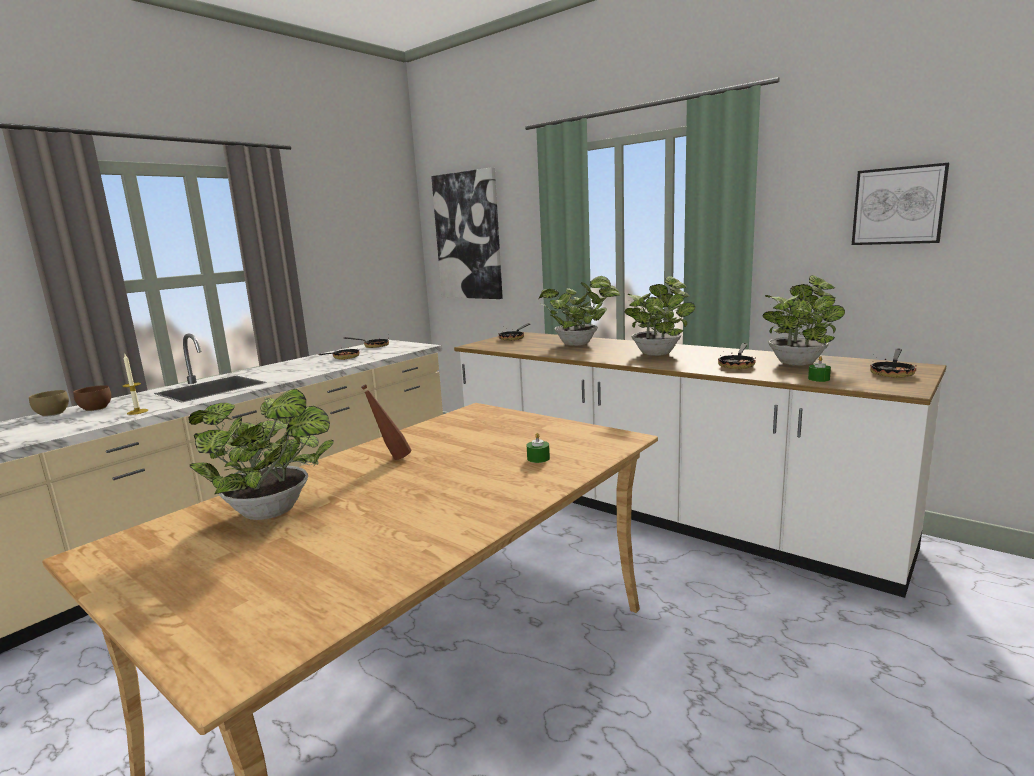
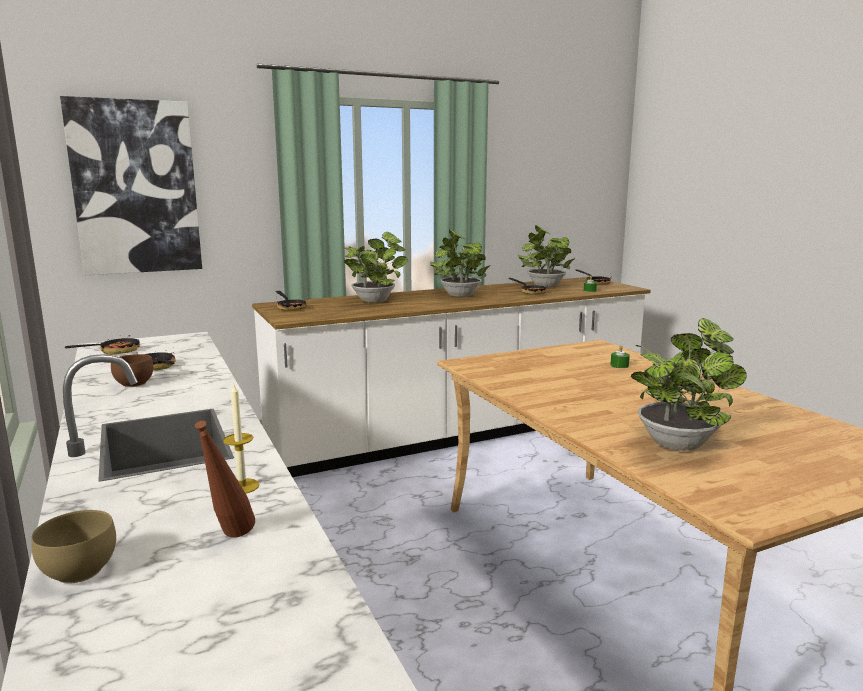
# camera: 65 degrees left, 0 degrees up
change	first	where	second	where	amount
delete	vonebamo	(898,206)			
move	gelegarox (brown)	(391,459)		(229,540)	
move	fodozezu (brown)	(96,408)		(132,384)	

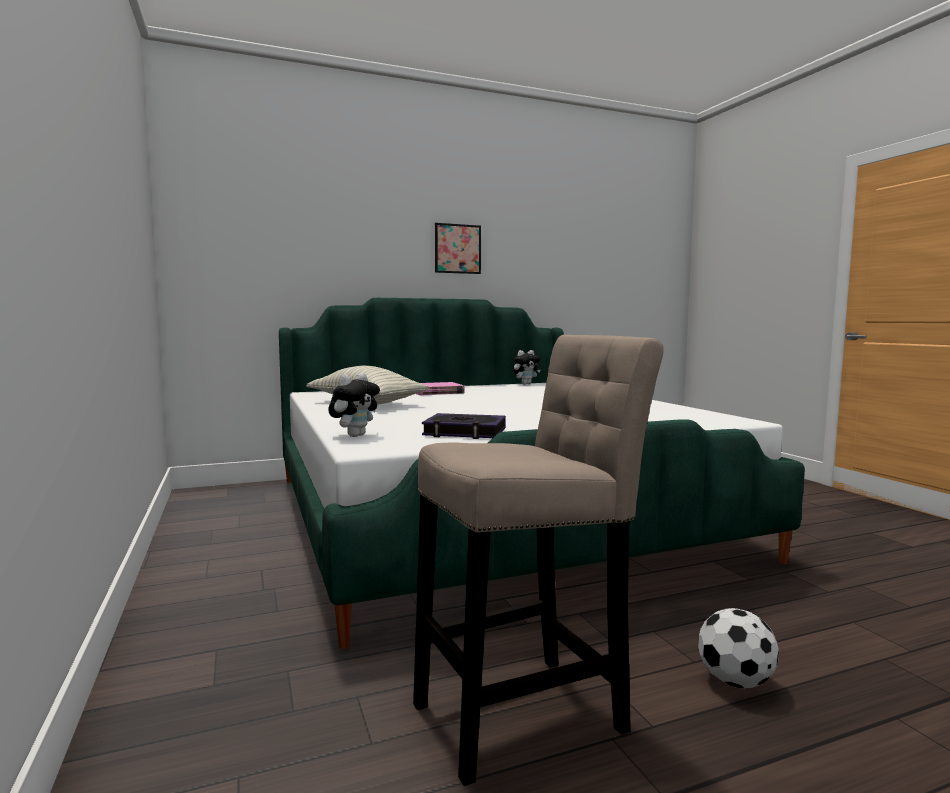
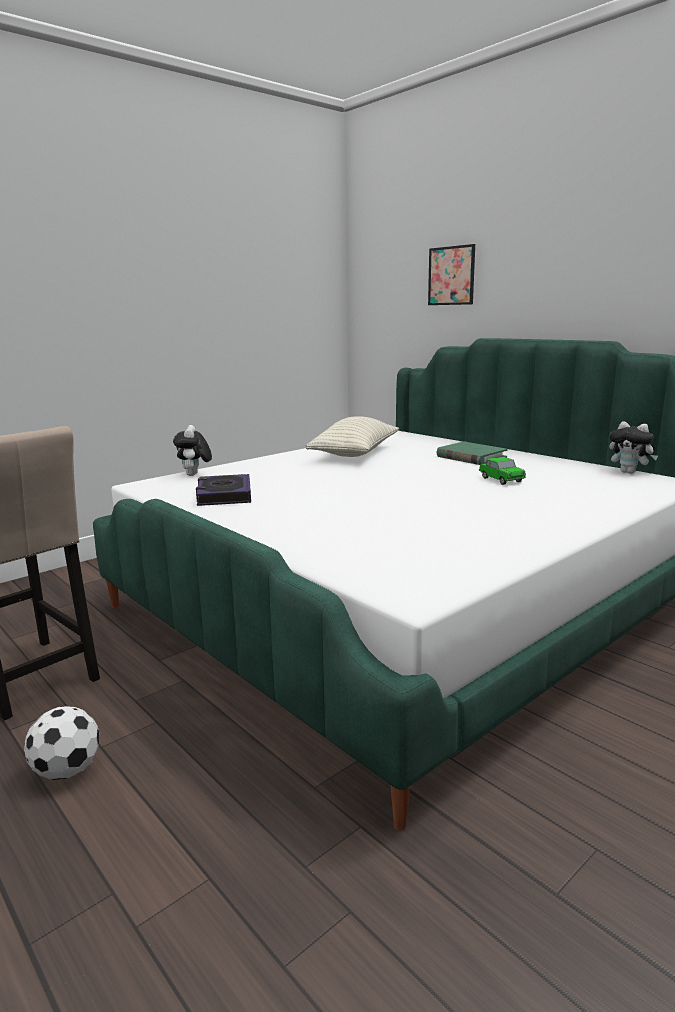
# camera: 70 degrees right, 10 degrees up
change	first	where	second	where	amount
move	vonebamo	(457,249)		(451,276)	
rotate	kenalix	(355,435)		(194,475)	75 degrees clockwise
recolor	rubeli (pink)	(436,392)	rubeli (green)	(470,457)	
insert			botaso	(501,480)	

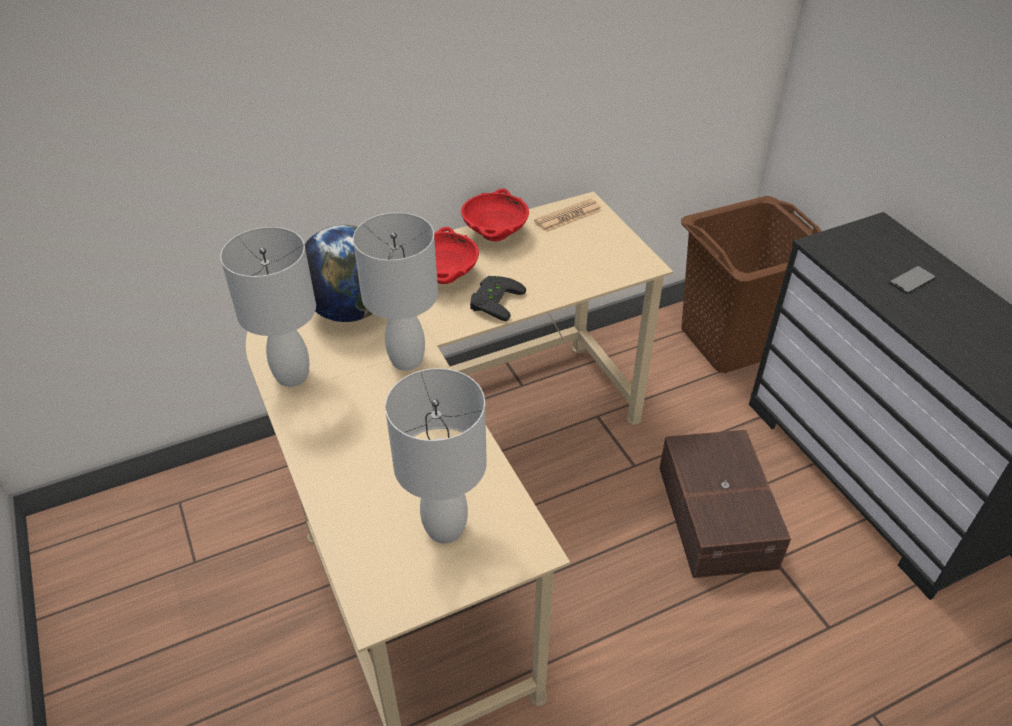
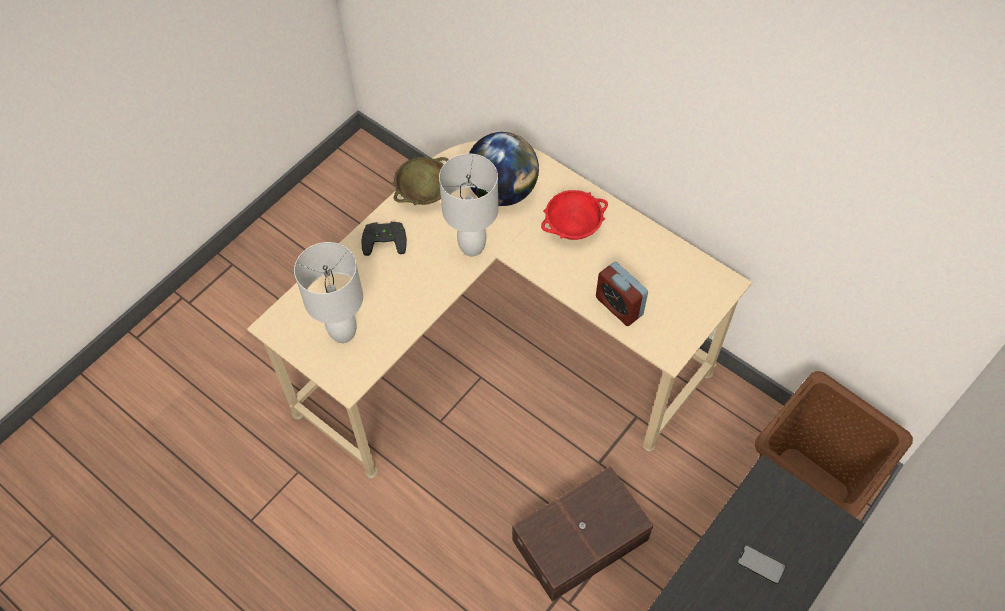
# camera: 65 degrees right, 15 degrees up
change	first	where	second	where	amount
delete	fodozezu (red)	(495,233)			
delete	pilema	(568,216)			
replace	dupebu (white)	(293,376)	fodozezu (beige)	(424,194)	
move	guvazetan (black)	(493,300)		(385,238)	
insert			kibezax	(619,306)	

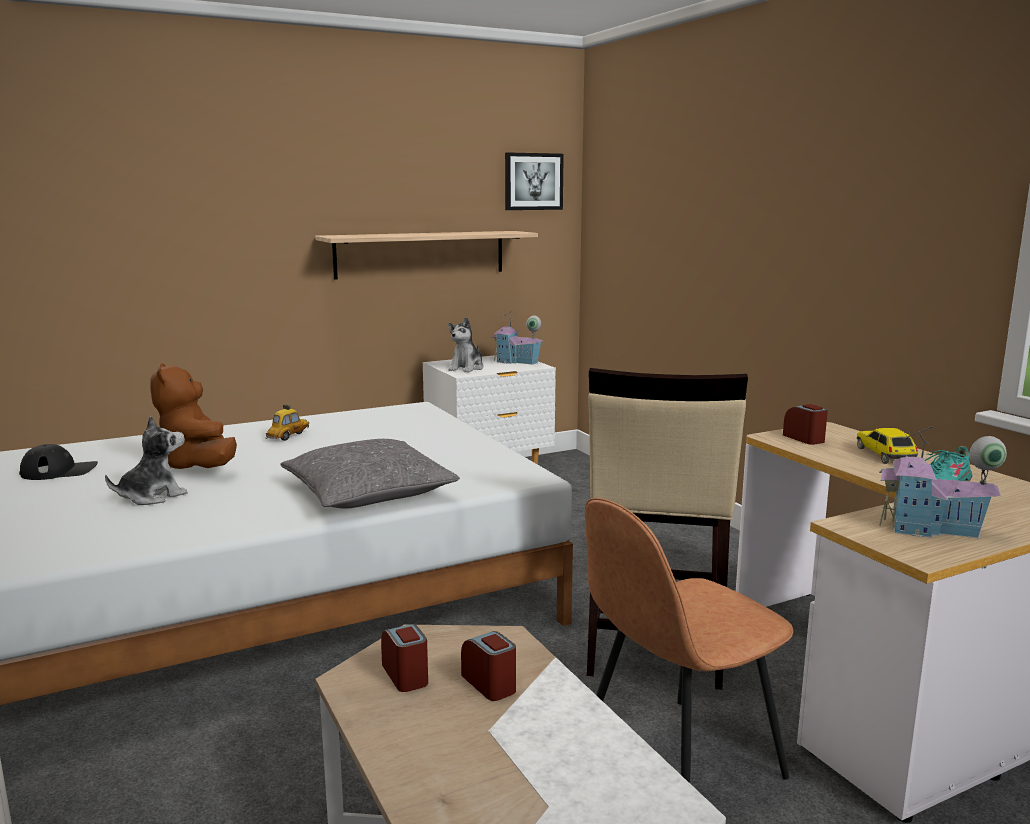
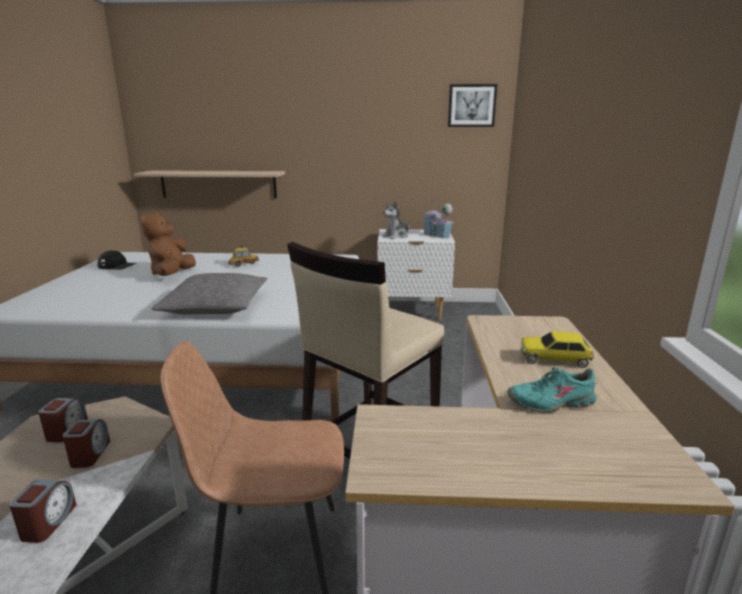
# camera: 30 degrees right, 5 degrees up
change	first	where	second	where	amount
move	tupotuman	(420,254)		(218,184)	
move	kibezax	(804,438)		(48,522)	
delete	kenalix	(152,496)			
delete	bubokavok	(933,529)			
rotate	botaso	(885,455)		(554,359)	105 degrees counterclockwise

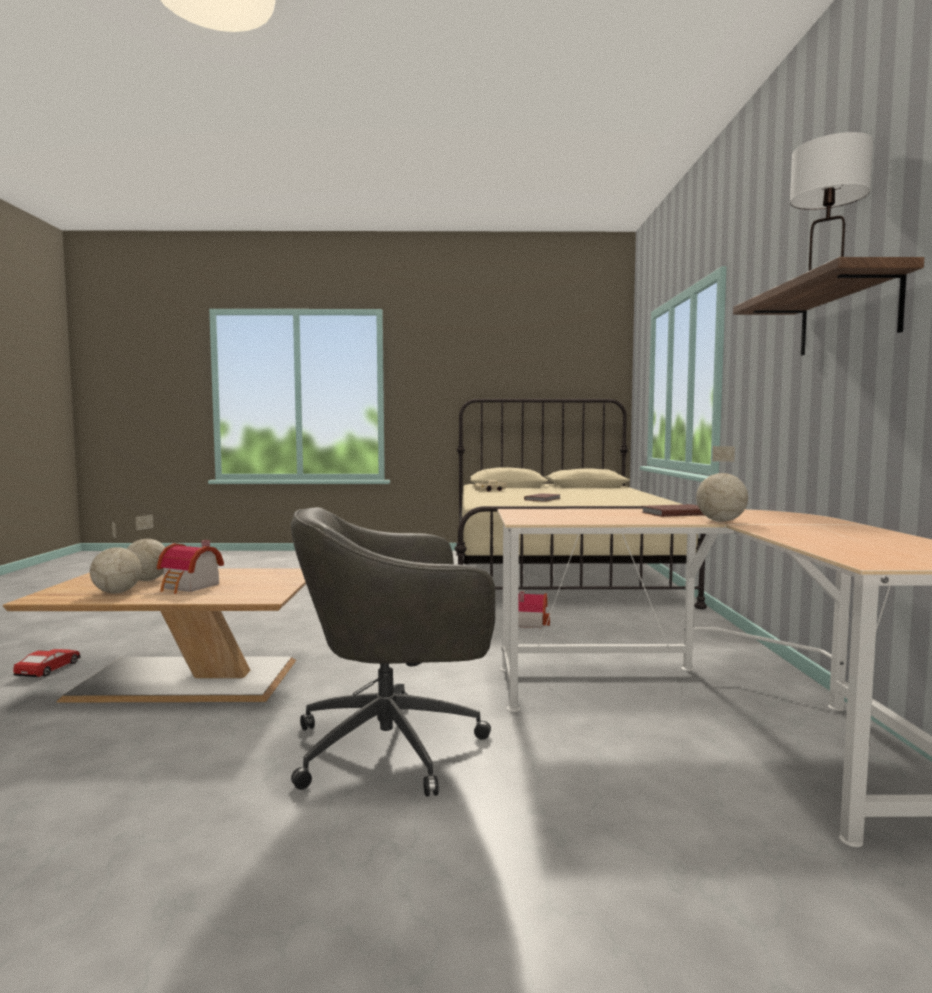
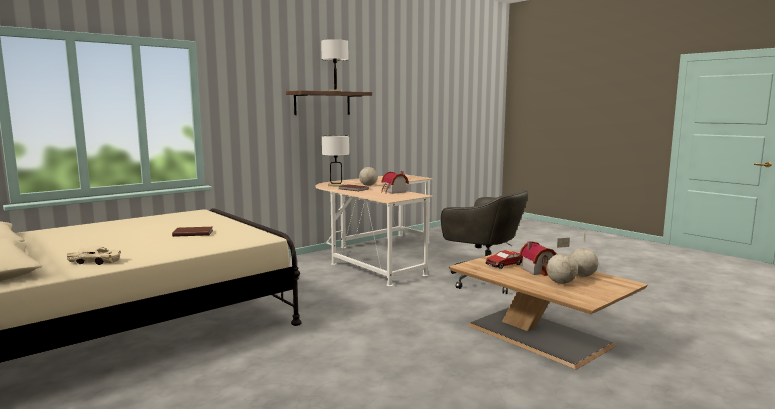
# camera: 130 degrees left, 5 degrees up
change	first	where	second	where	amount
move	bubokavok	(528,622)		(394,192)	
move	botaso	(49,669)		(504,264)	
insert			dupebu (white)	(336,185)	

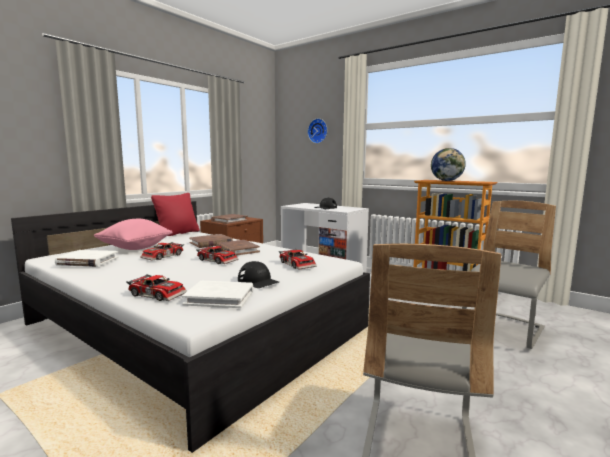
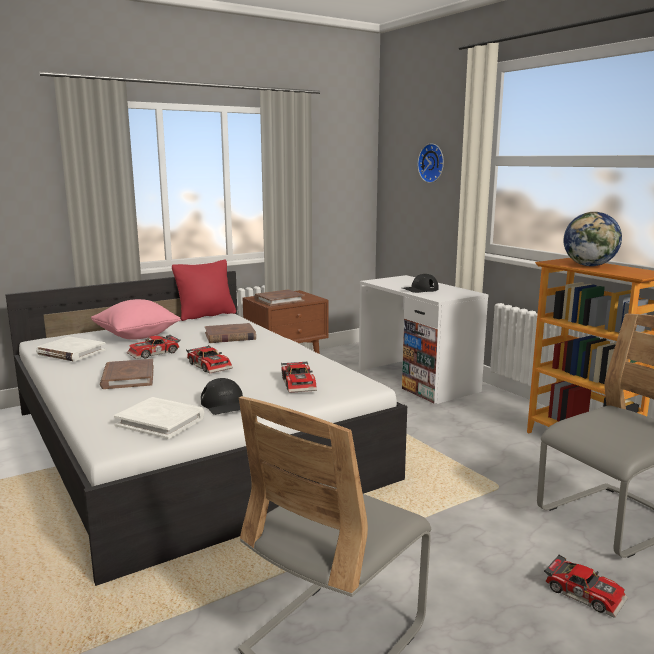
# camera: 20 degrees right, 5 degrees up
change	first	where	second	where	amount
move	rubeli (brown)	(237,250)		(128,377)	
move	botaso	(158,294)		(585,592)	

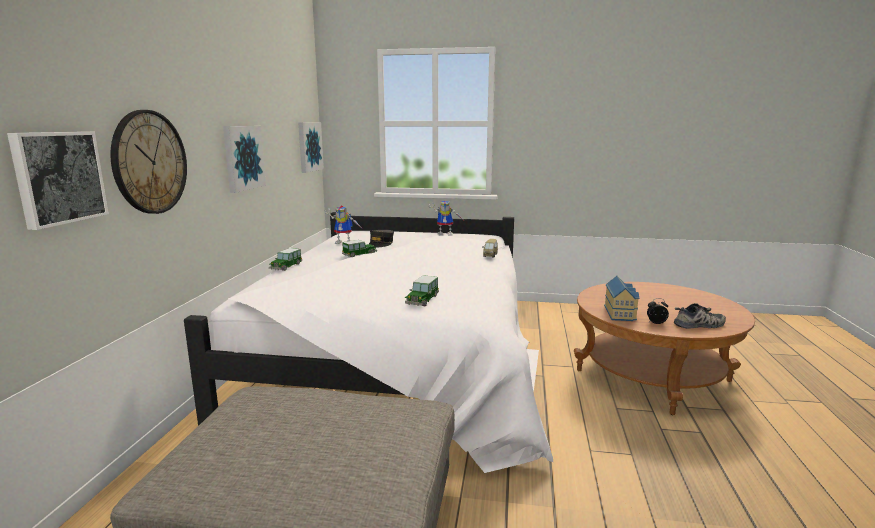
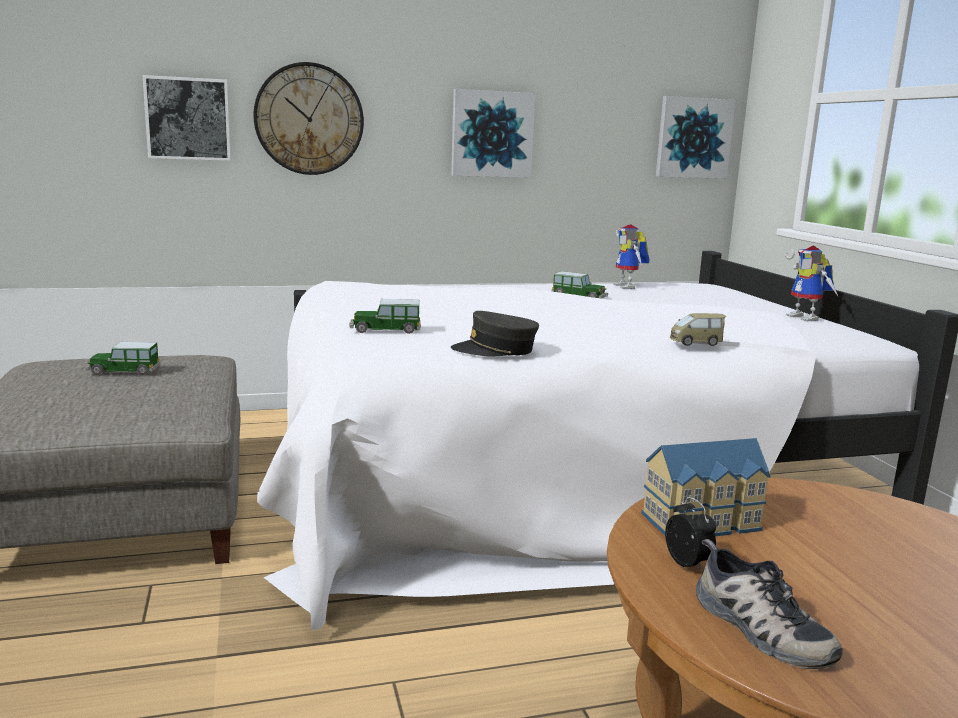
# camera: 65 degrees right, 0 degrees up
change	first	where	second	where	amount
move	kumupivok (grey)	(380,244)		(495,350)	
move	botaso	(286,267)		(123,371)	

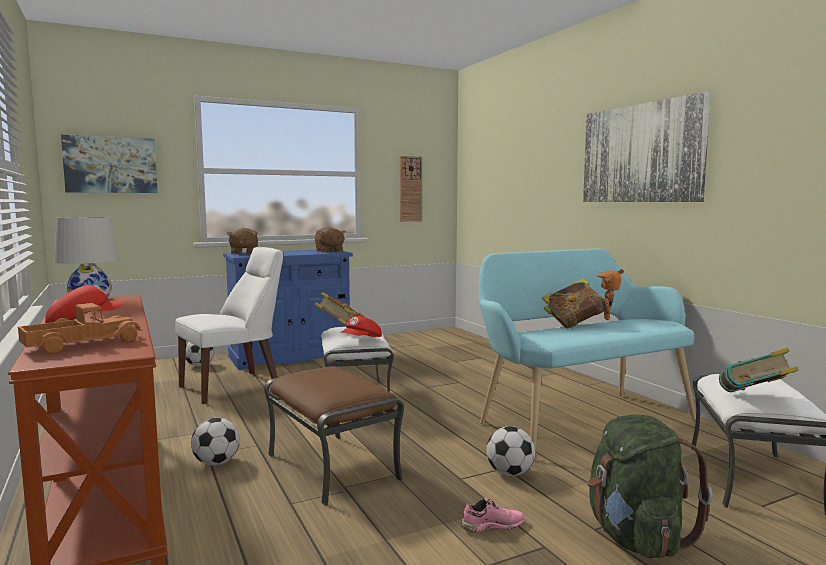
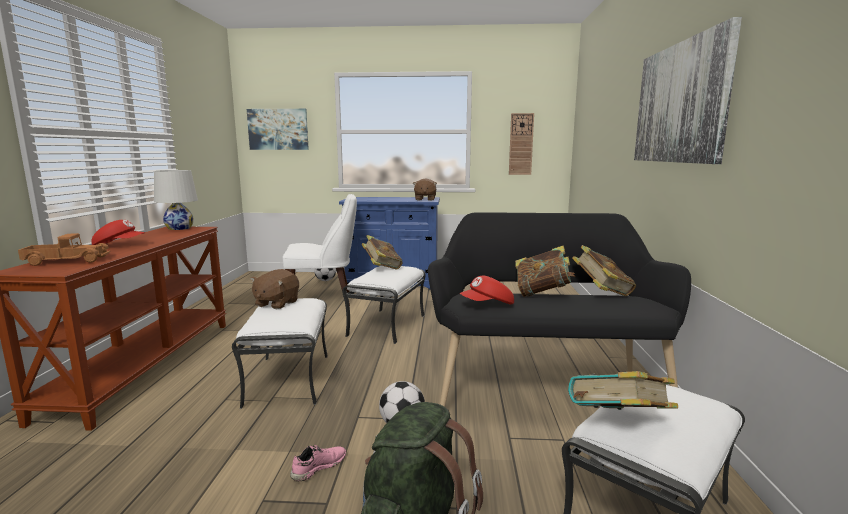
# camera: 30 degrees right, 5 degrees up
change	first	where	second	where	amount
move	kenalix (brown)	(243,253)		(276,303)	
recolor	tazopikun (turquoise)	(579,419)	tazopikun (black)	(545,391)	
replace	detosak	(609,319)	rubeli	(601,292)	
move	kumupivok (red)	(361,340)		(487,305)	
recolor	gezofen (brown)	(333,467)	gezofen (white)	(289,379)	
delete	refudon	(216,463)			
rotate	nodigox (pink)	(492,525)		(318,467)	60 degrees counterclockwise

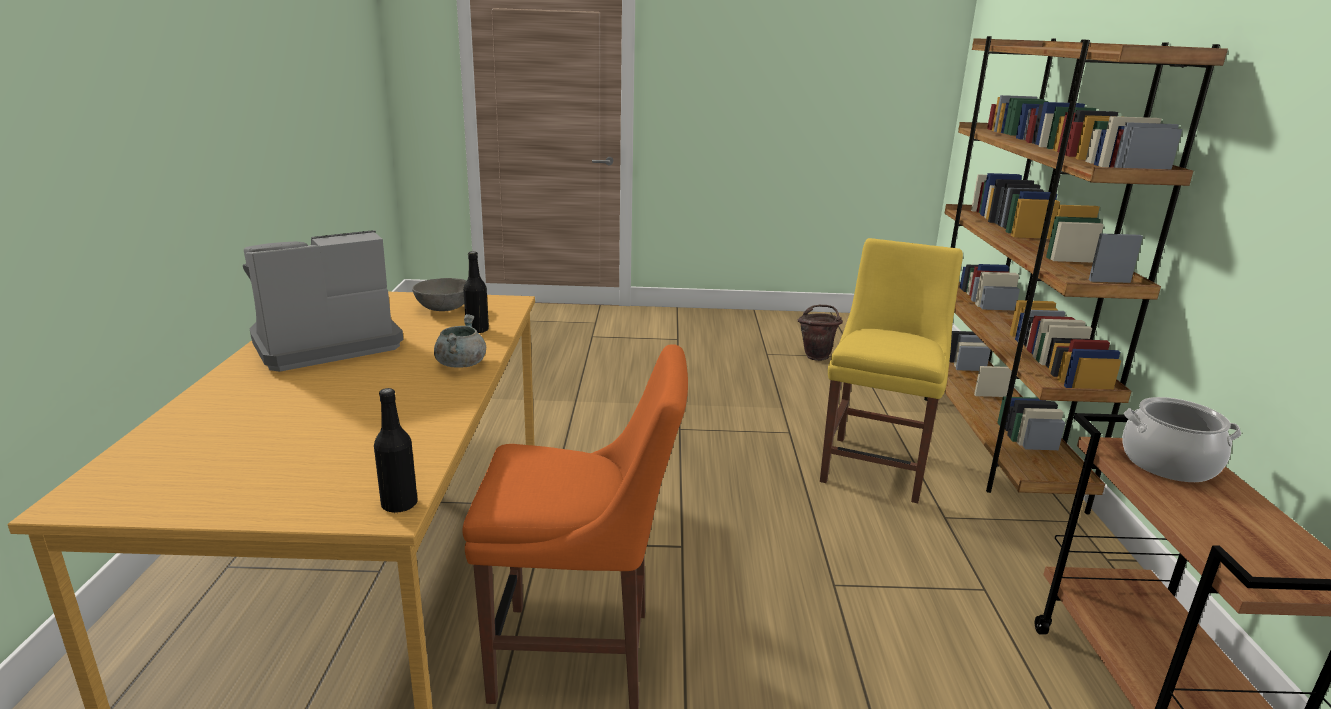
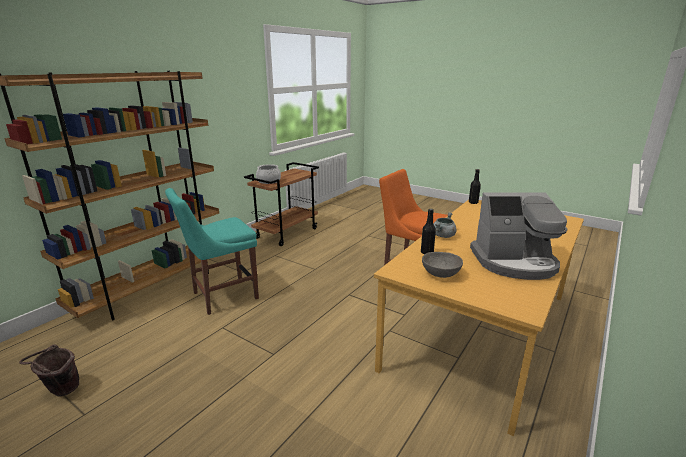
# camera: 145 degrees left, 0 degrees up
change	first	where	second	where	amount
recolor	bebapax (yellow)	(876,465)	bebapax (turquoise)	(222,296)	

